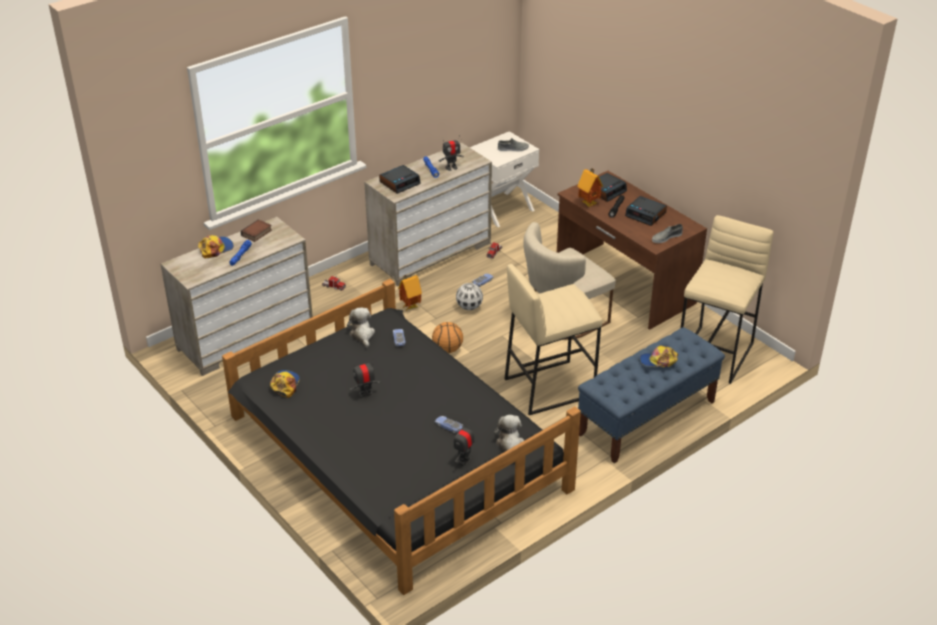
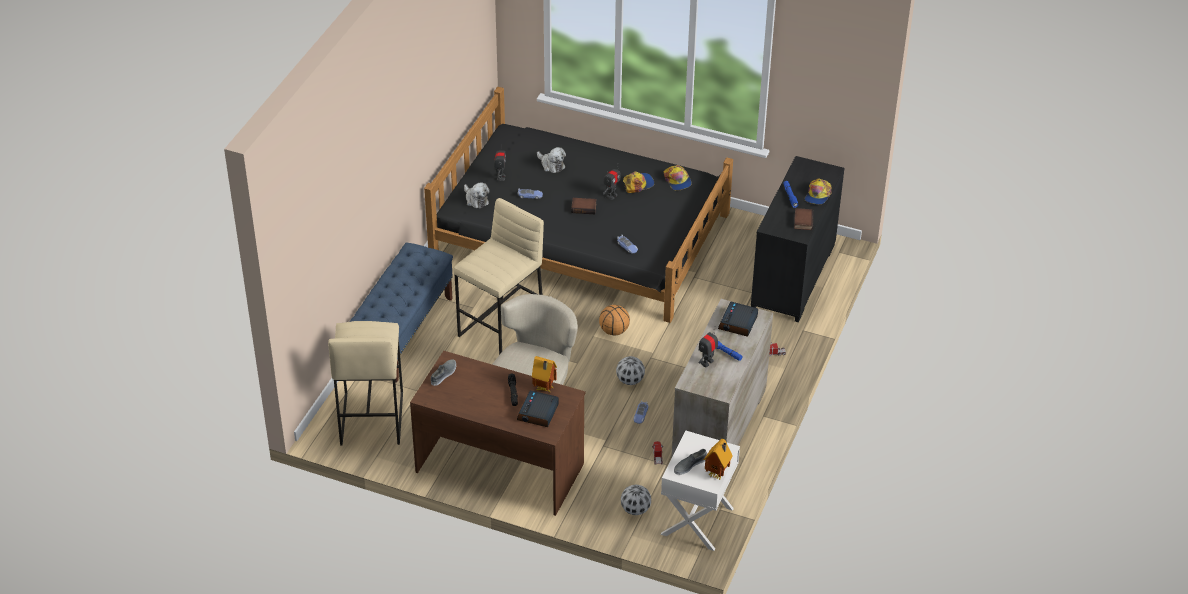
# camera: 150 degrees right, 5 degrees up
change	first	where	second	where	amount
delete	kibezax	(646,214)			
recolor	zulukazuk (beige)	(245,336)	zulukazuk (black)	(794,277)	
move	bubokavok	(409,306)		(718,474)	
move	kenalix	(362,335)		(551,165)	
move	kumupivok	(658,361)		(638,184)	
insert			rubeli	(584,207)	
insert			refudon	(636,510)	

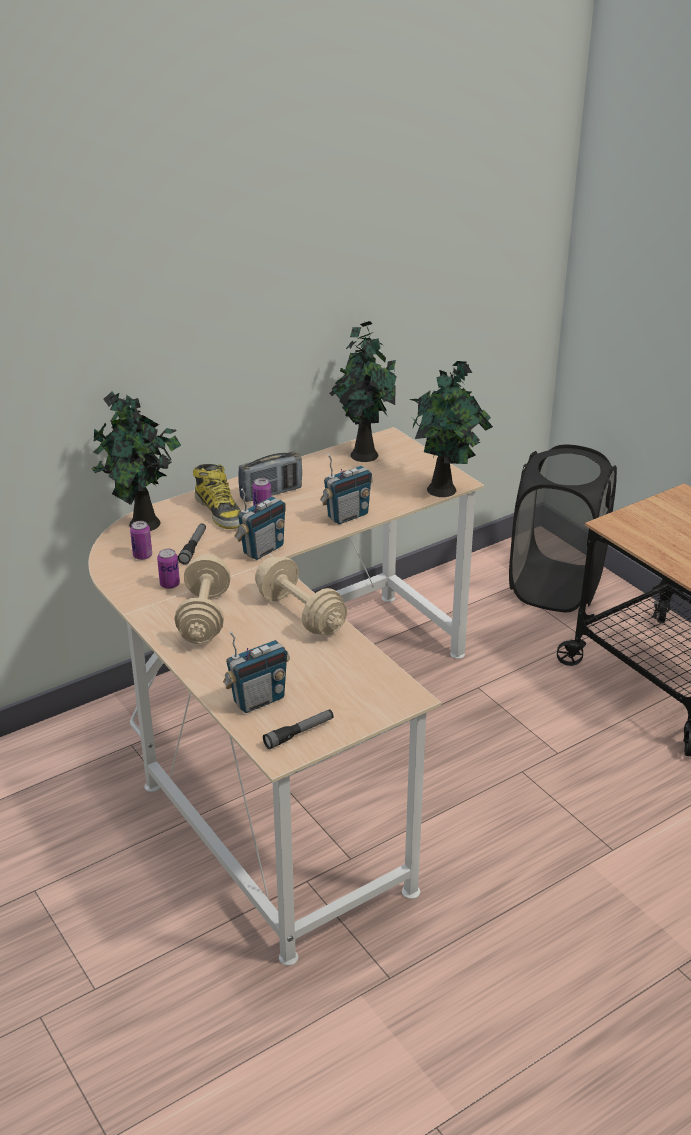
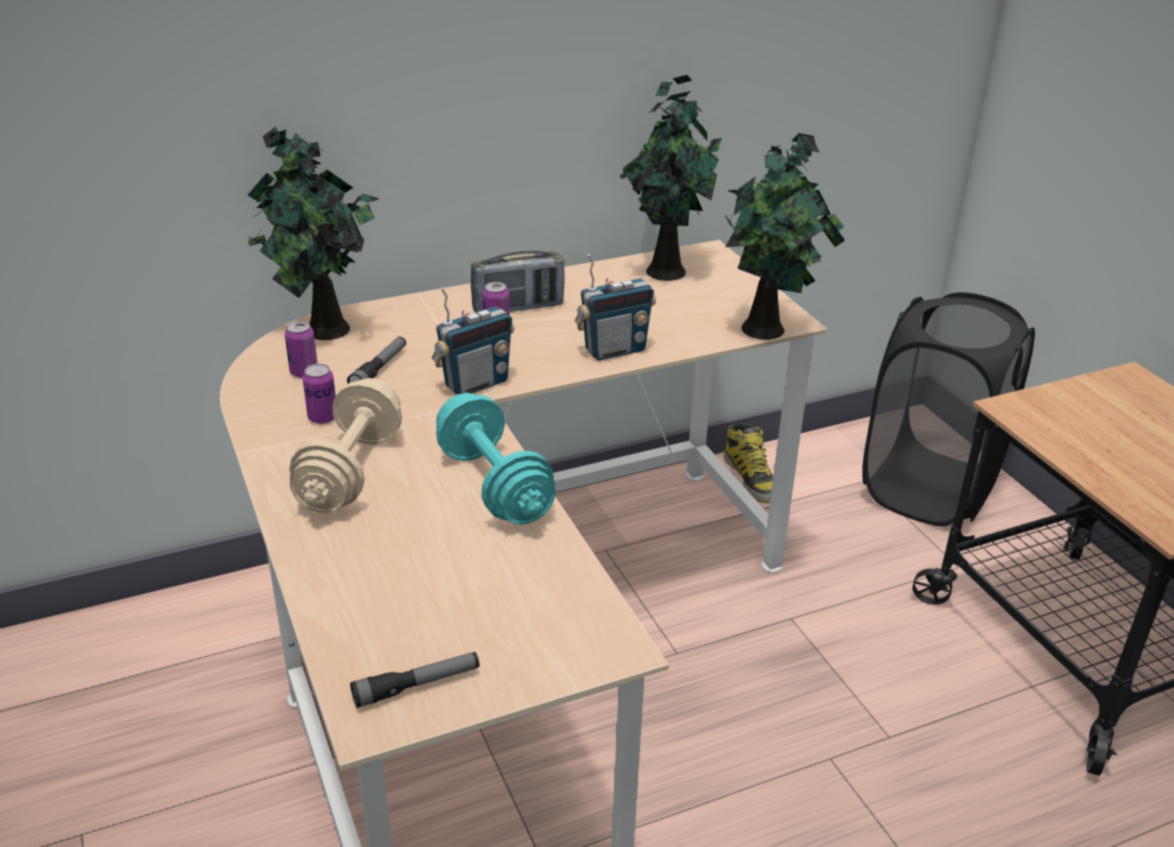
# camera: 10 degrees right, 0 degrees up
change	first	where	second	where	amount
move	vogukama	(220,511)		(751,478)	
recolor	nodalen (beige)	(300,614)	nodalen (turquoise)	(494,485)	
delete	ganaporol	(258,700)			

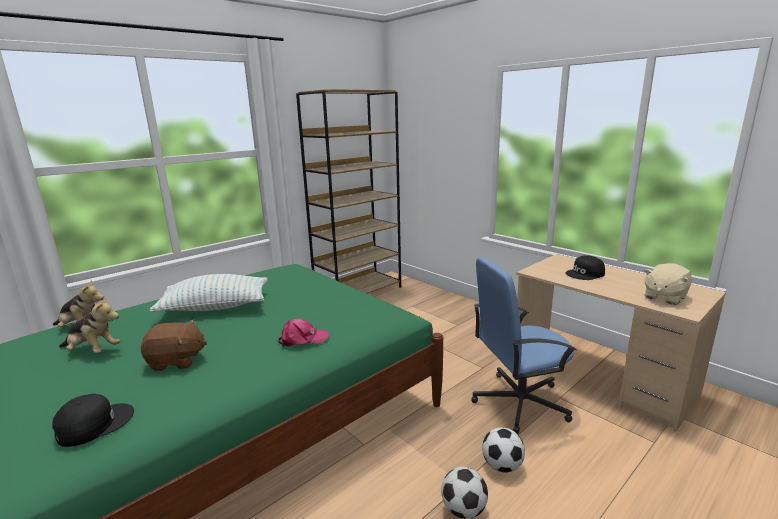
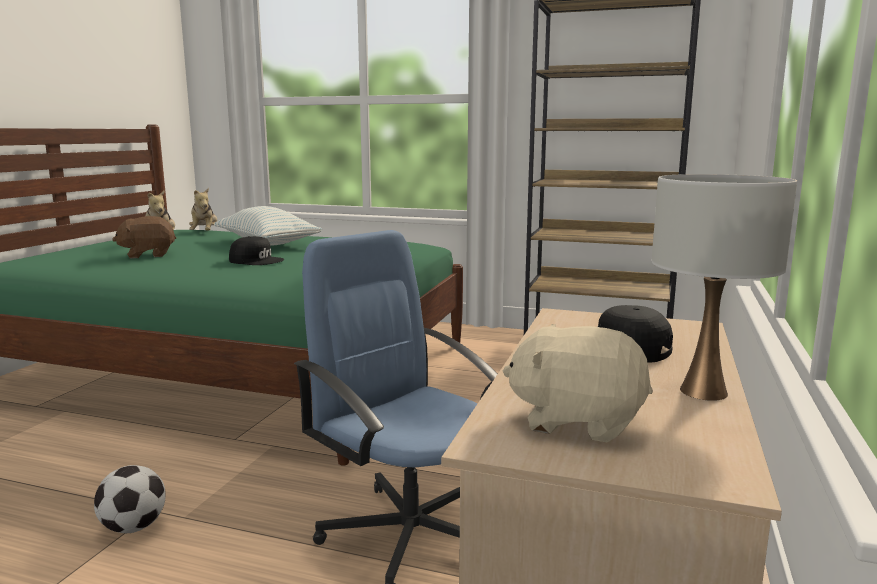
# camera: 60 degrees right, 5 degrees down
change	first	where	second	where	amount
delete	kumupivok (pink)	(303,339)			
rotate	kenalix (brown)	(176,361)		(148,255)	105 degrees clockwise
move	kumupivok (black)	(94,424)		(256,260)	
delete	refudon	(502,466)			
insert			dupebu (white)	(704,392)	

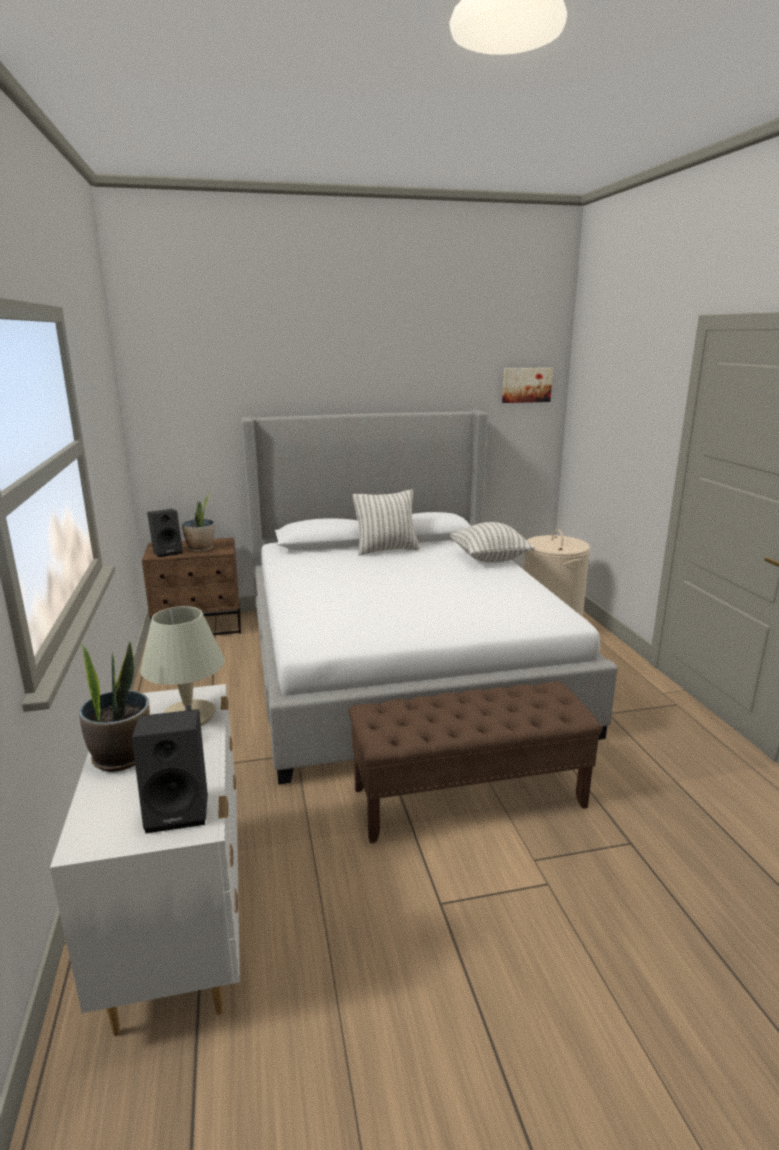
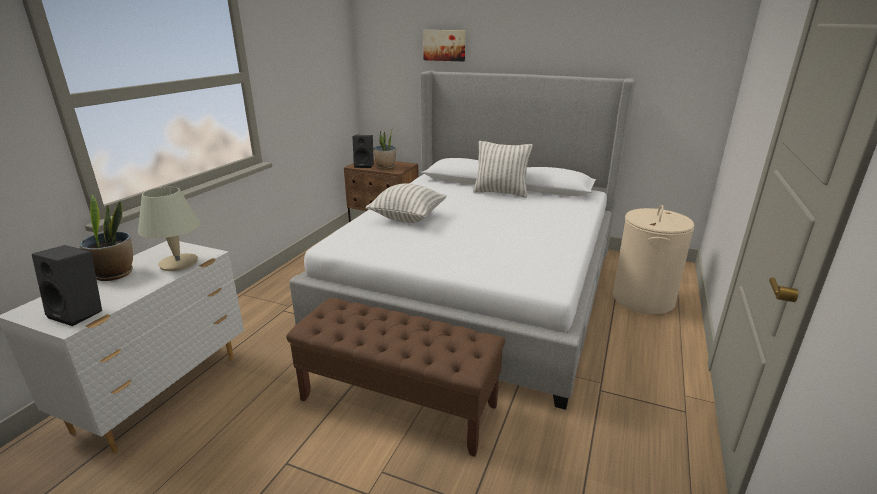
# camera: 35 degrees right, 5 degrees up
change	first	where	second	where	amount
move	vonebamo	(526,385)		(444,45)	
move	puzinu	(490,559)		(407,218)	

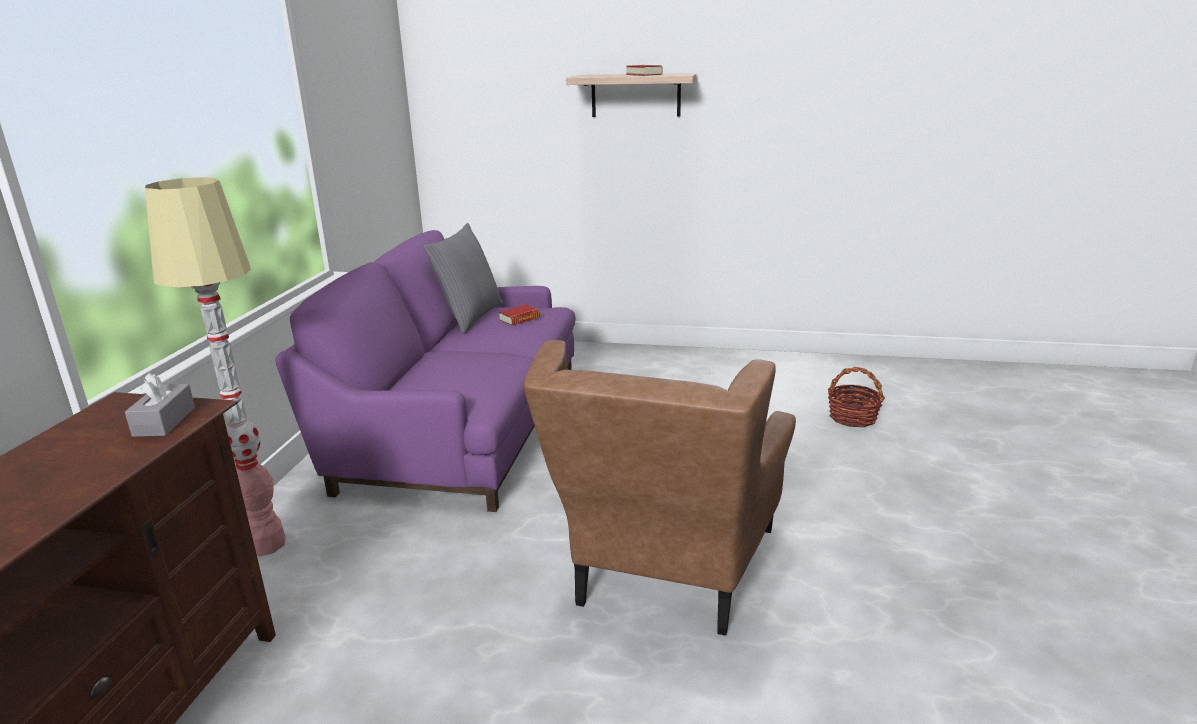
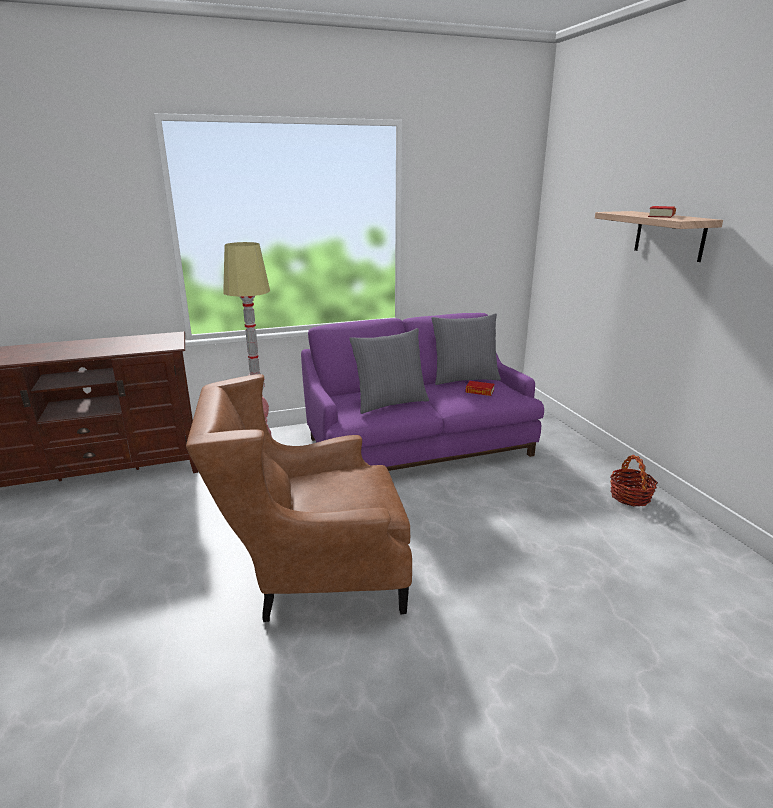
# camera: 60 degrees right, 0 degrees up
change	first	where	second	where	amount
move	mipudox	(852,417)		(630,496)	
delete	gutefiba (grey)	(164,421)			
insert			puzinu (grey)	(390,403)	

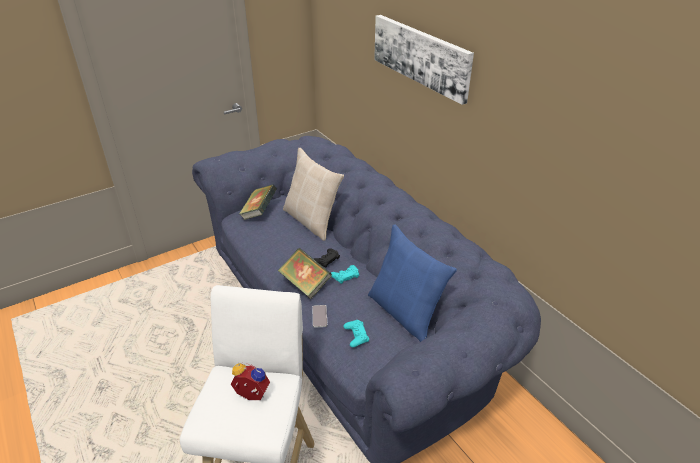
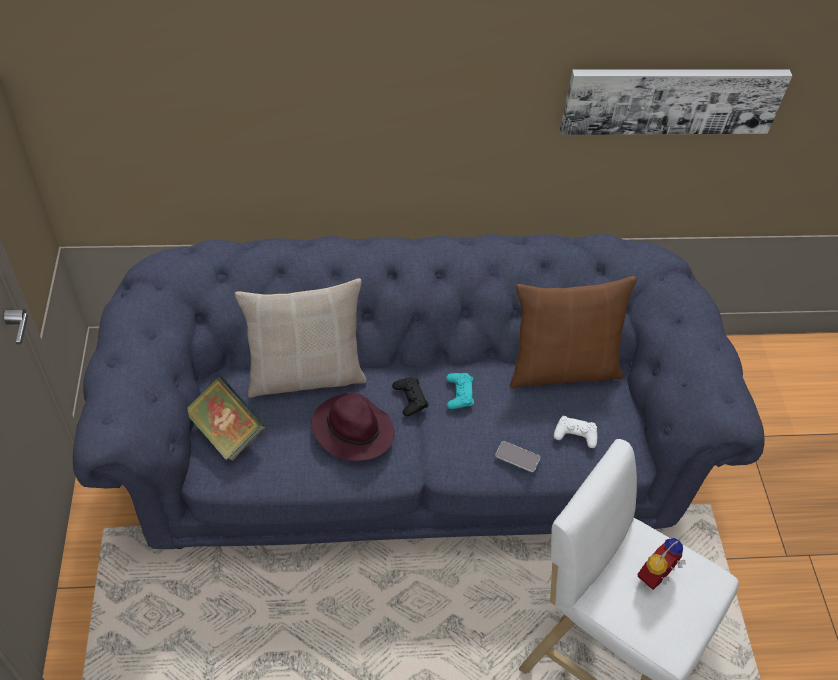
# camera: 65 degrees left, 15 degrees up
change	first	where	second	where	amount
move	vonebamo	(421,56)		(672,99)	
recolor	puzinu (blue)	(405,313)	puzinu (brown)	(562,367)	
delete	rubeli	(305,284)			
recolor	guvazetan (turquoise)	(356,335)	guvazetan (white)	(575,434)	
insert			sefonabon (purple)	(351,430)	

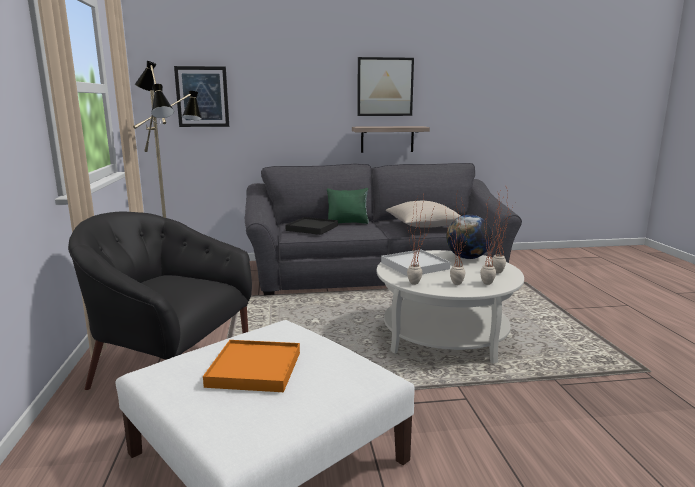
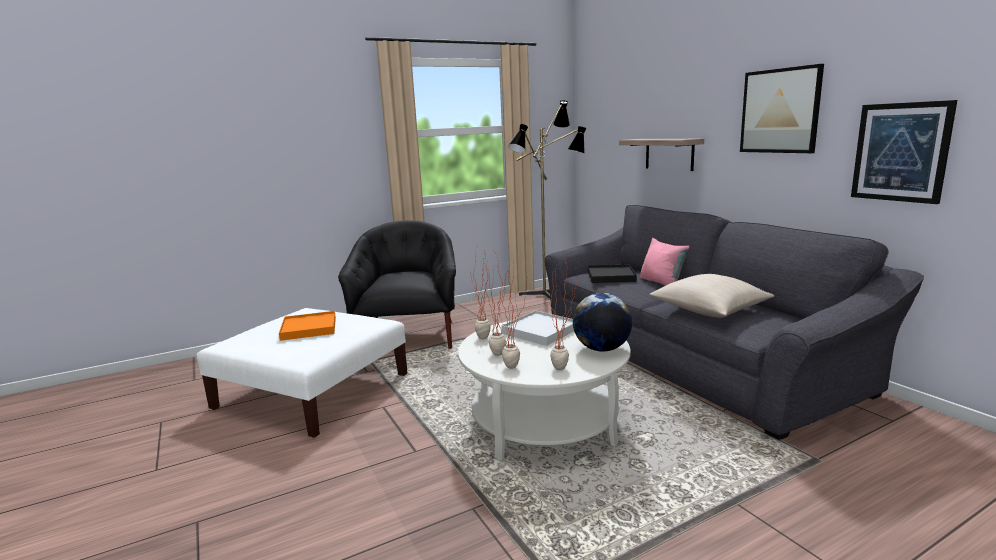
# camera: 70 degrees right, 0 degrees up
change	first	where	second	where	amount
move	vonebamo	(202,97)		(900,152)	
move	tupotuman	(387,139)		(669,154)	
recolor	puzinu (green)	(348,222)	puzinu (pink)	(661,282)	

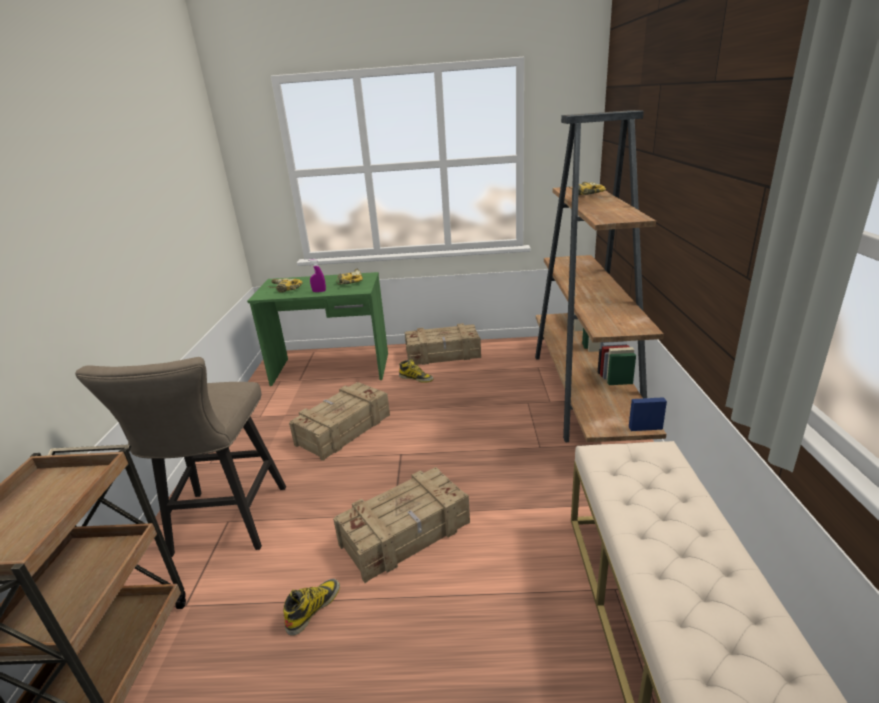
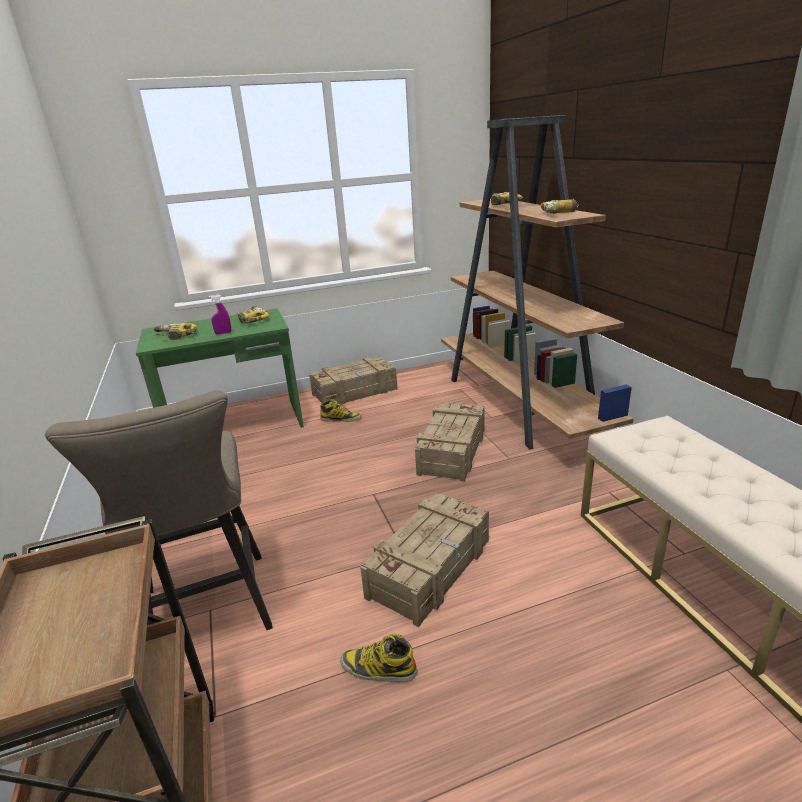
# camera: 20 degrees left, 0 degrees up
change	first	where	second	where	amount
move	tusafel	(342,430)		(451,451)	
rotate	vogukama	(313,608)		(378,669)	90 degrees counterclockwise
insert			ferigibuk	(561,213)	

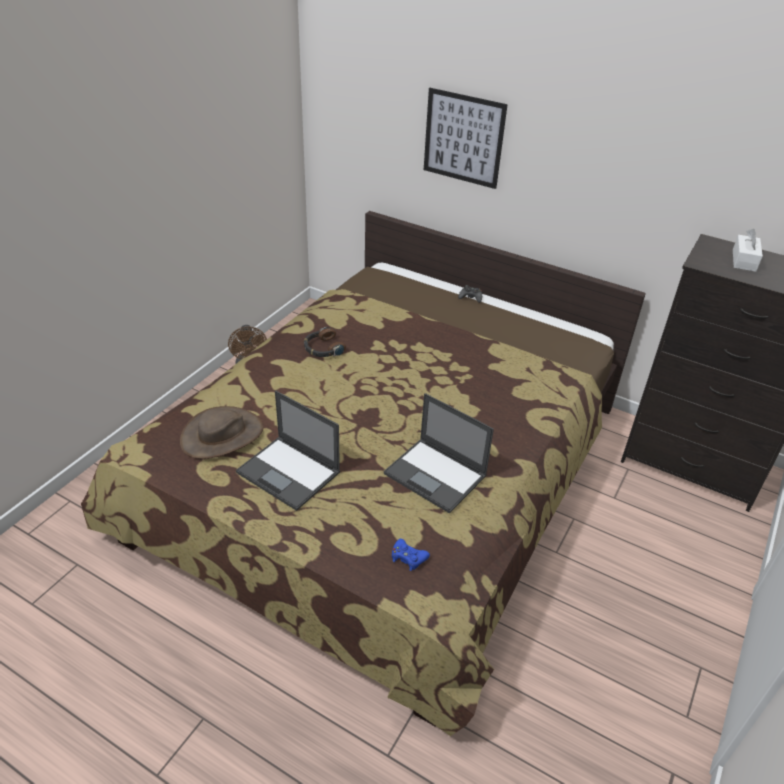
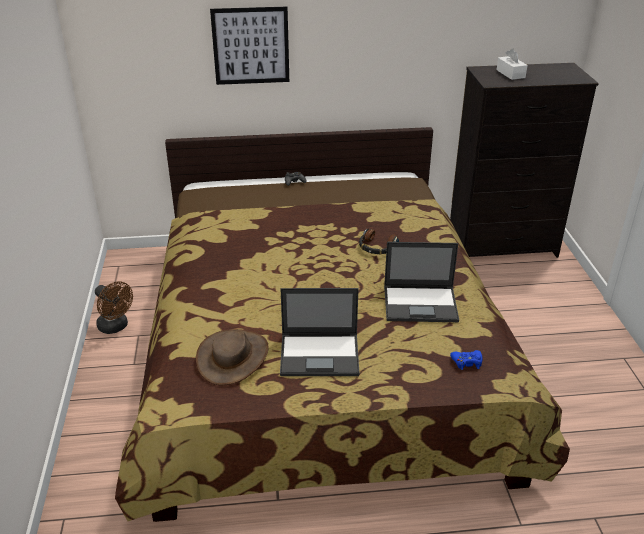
# camera: 35 degrees left, 5 degrees down
change	first	where	second	where	amount
move	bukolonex	(323,348)		(377,247)	

